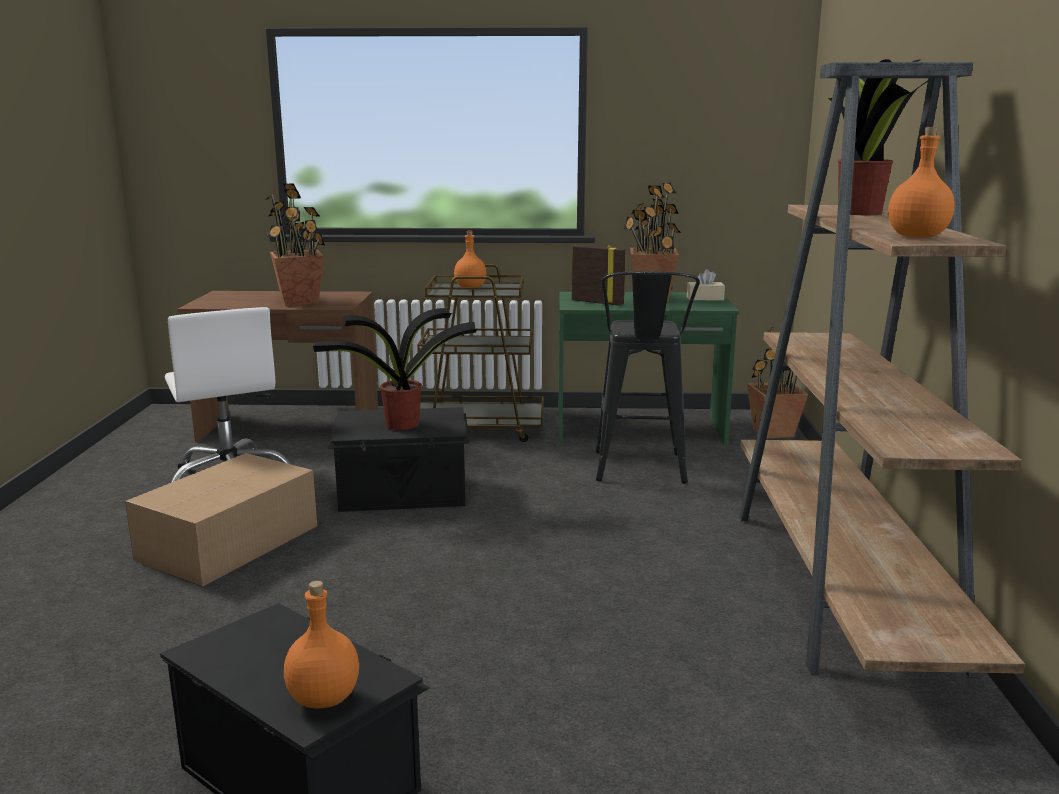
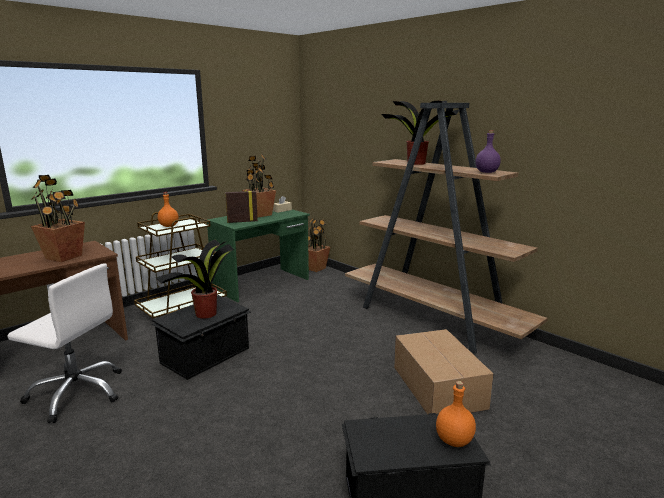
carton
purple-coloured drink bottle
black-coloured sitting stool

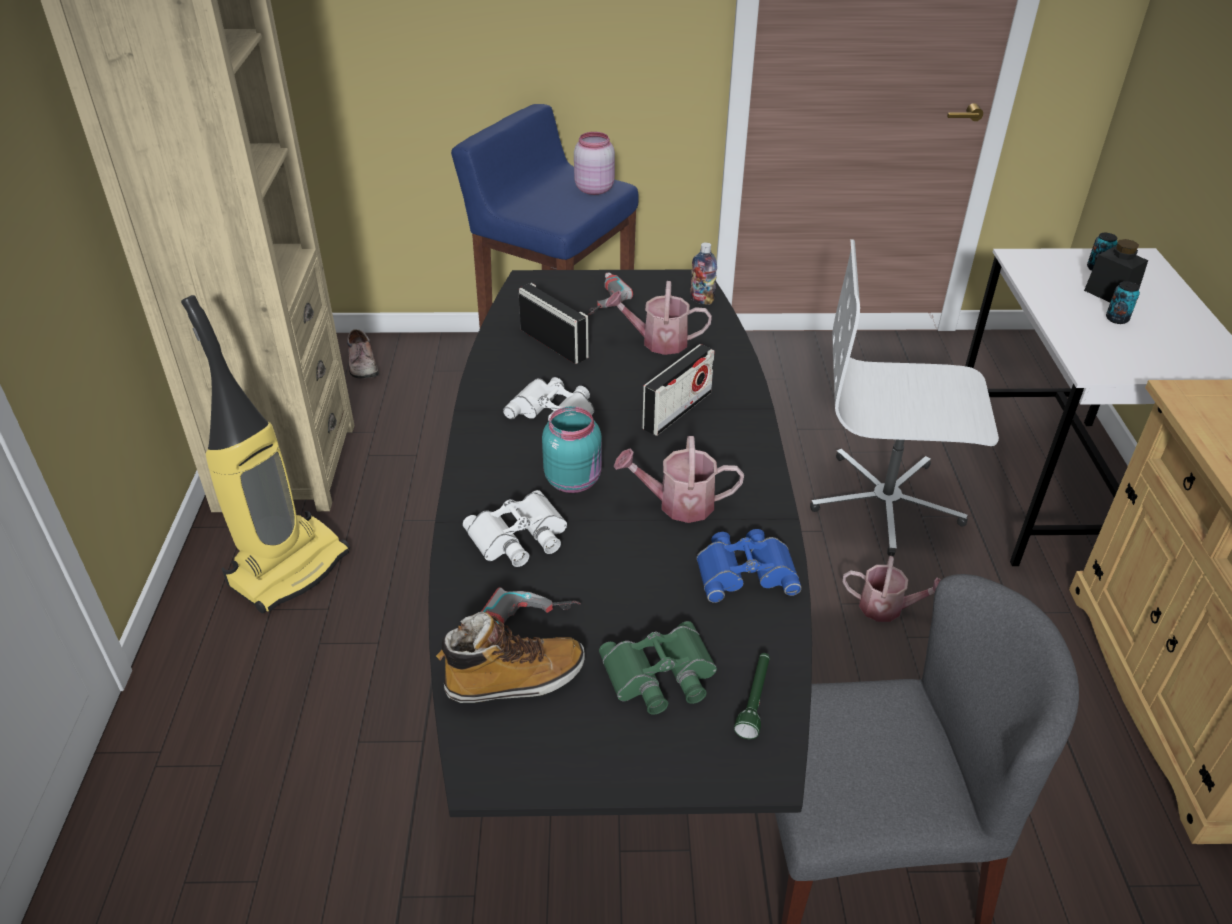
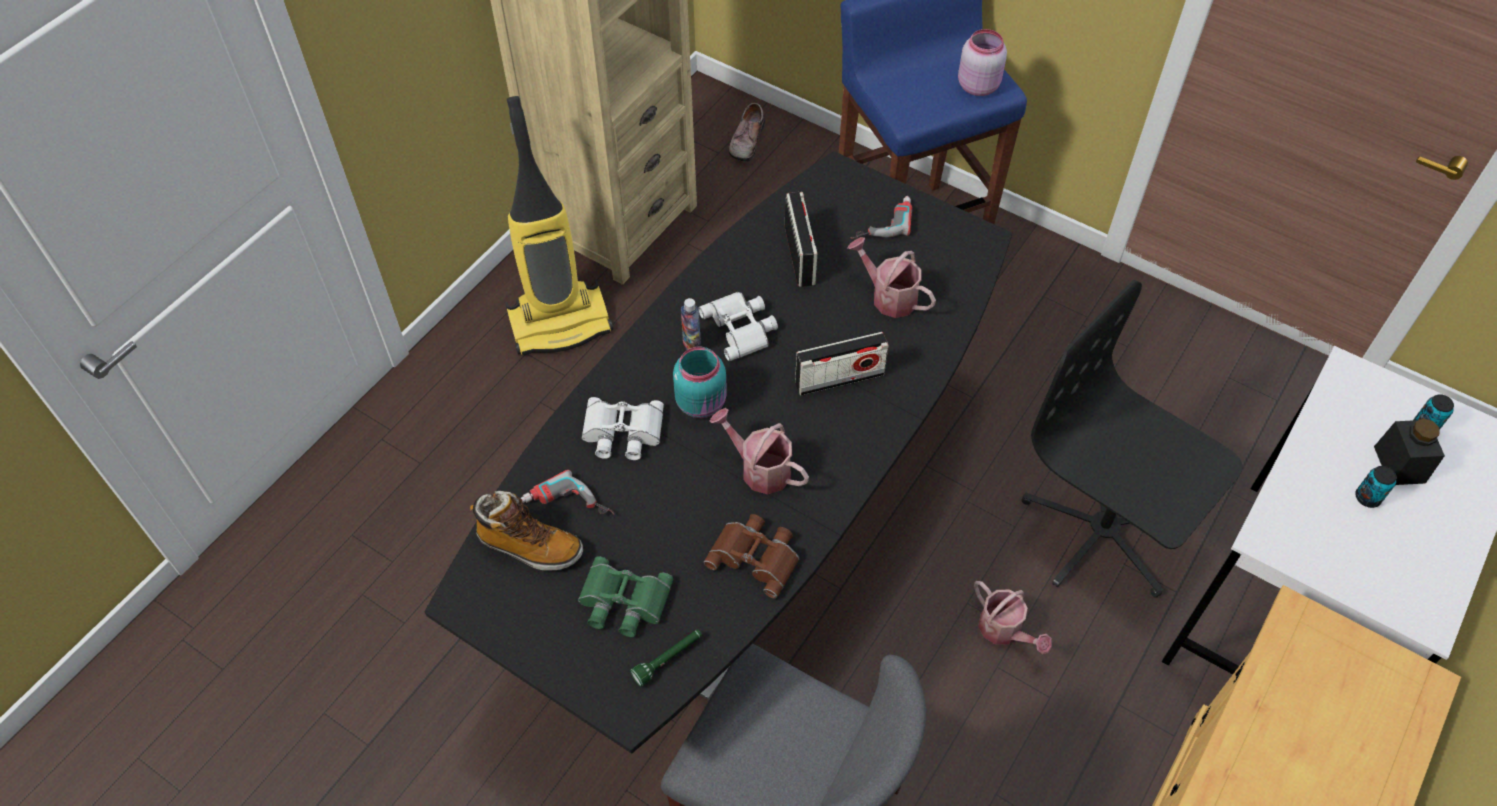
drink bottle
brownish pair of binoculars
black-coloured computer chair

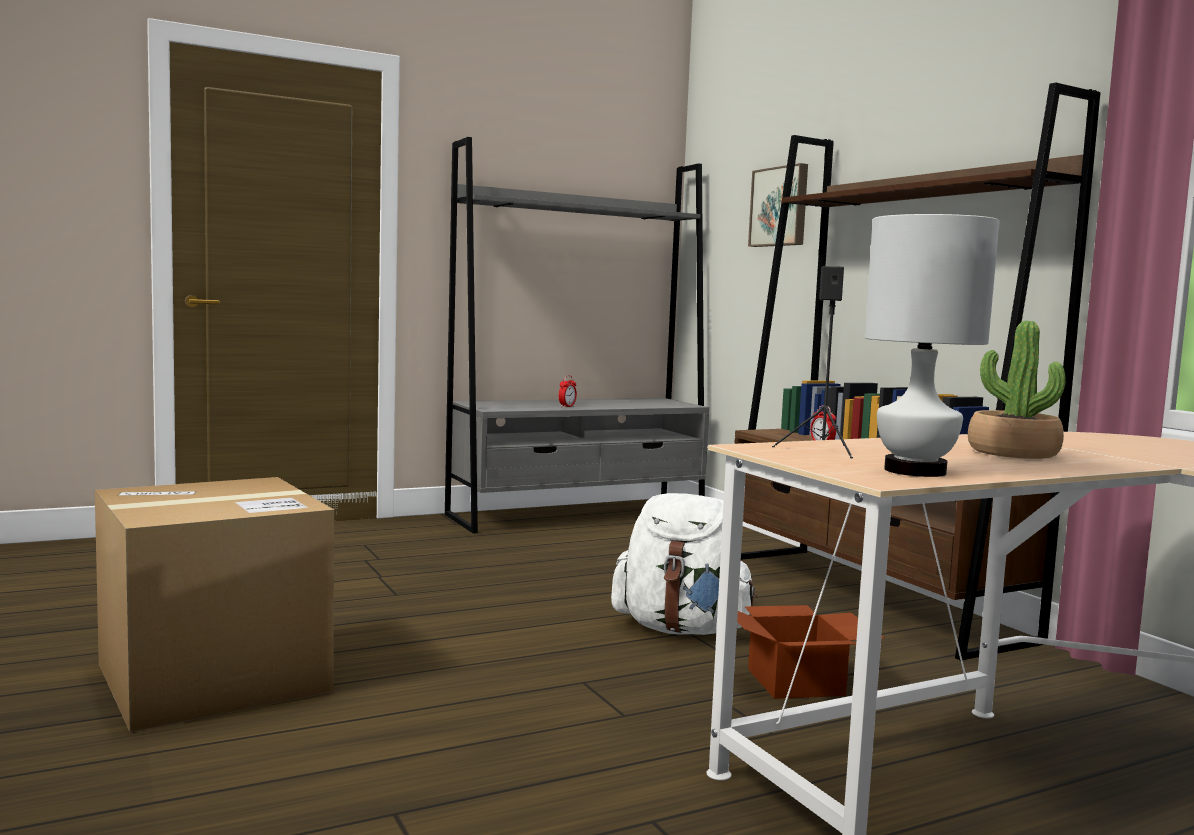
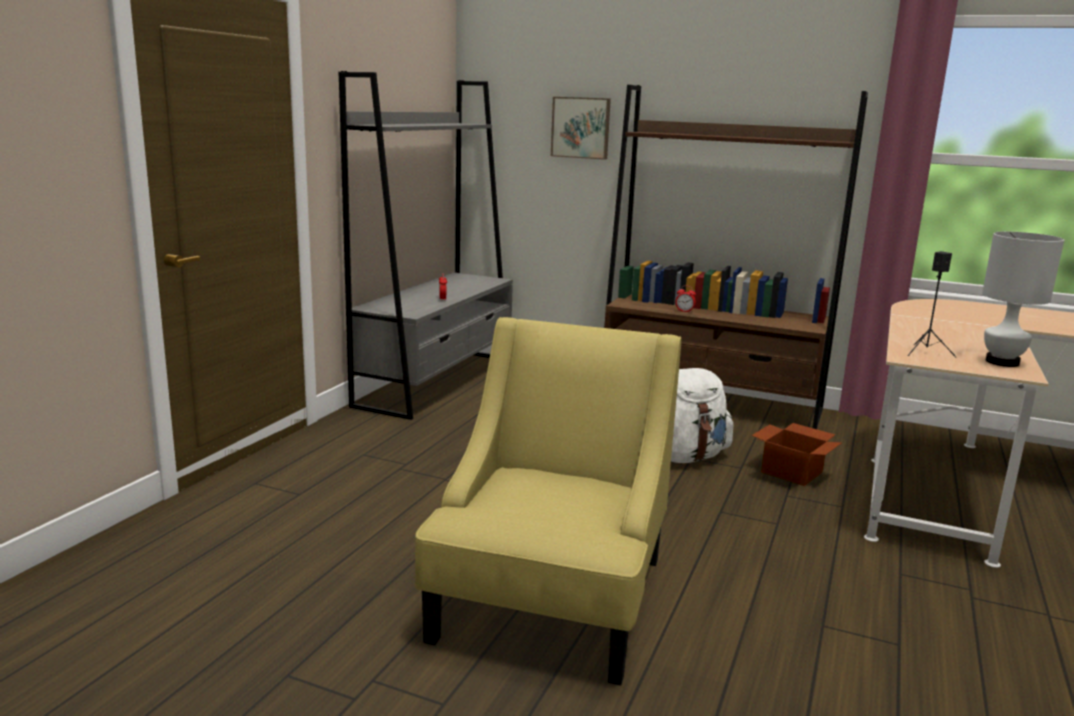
yellowish armchair
plant in a pot

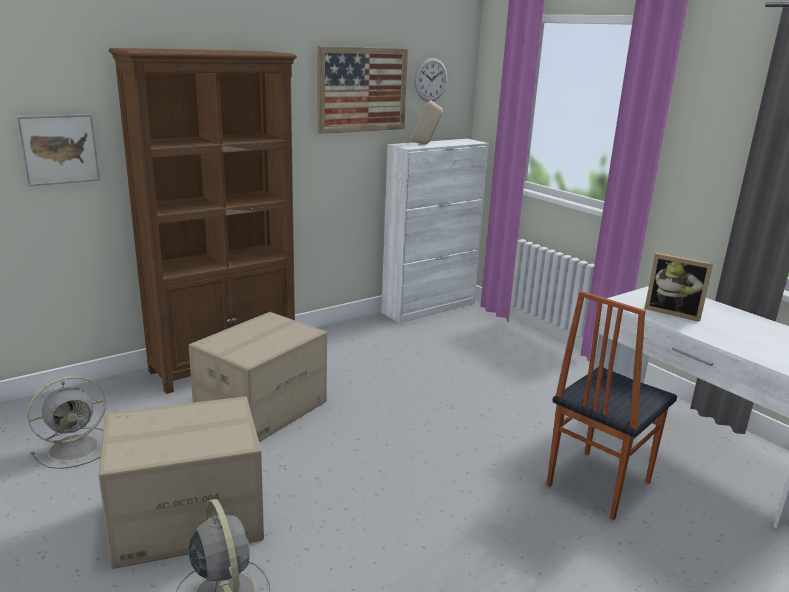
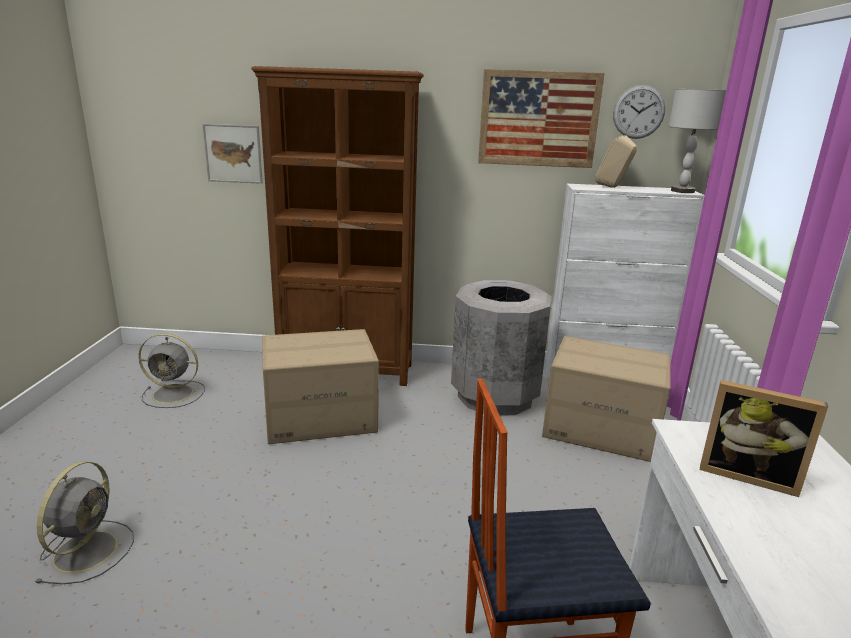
greyish rubbish bin
carton (2nd from left)
greyish lamp for a table
photo frame

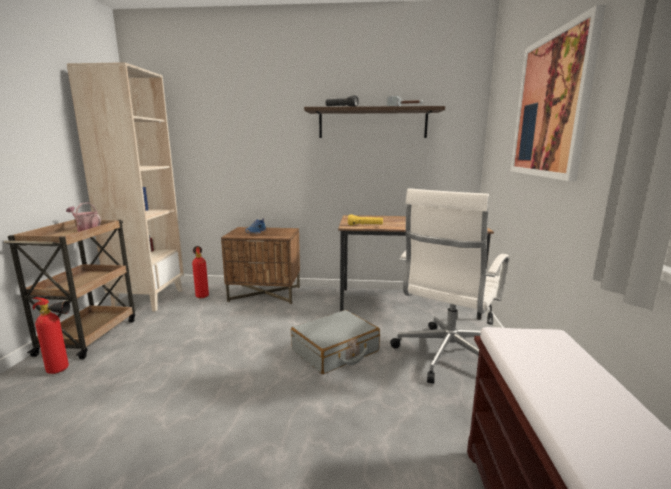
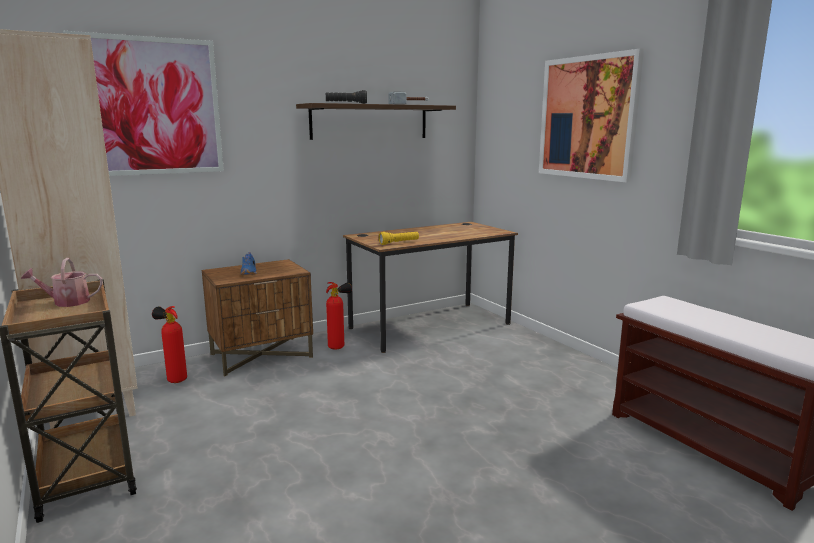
wall art (1st from left)
extinguisher (2nd from left)
greyish suitcase
white-coloured computer chair

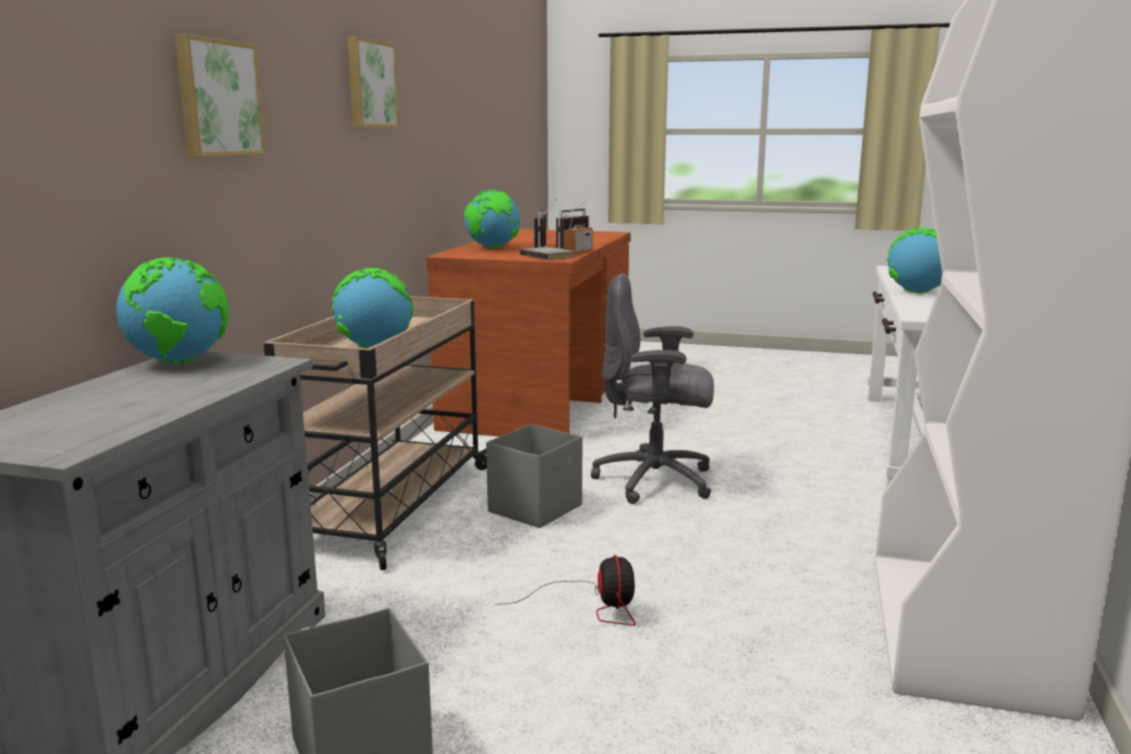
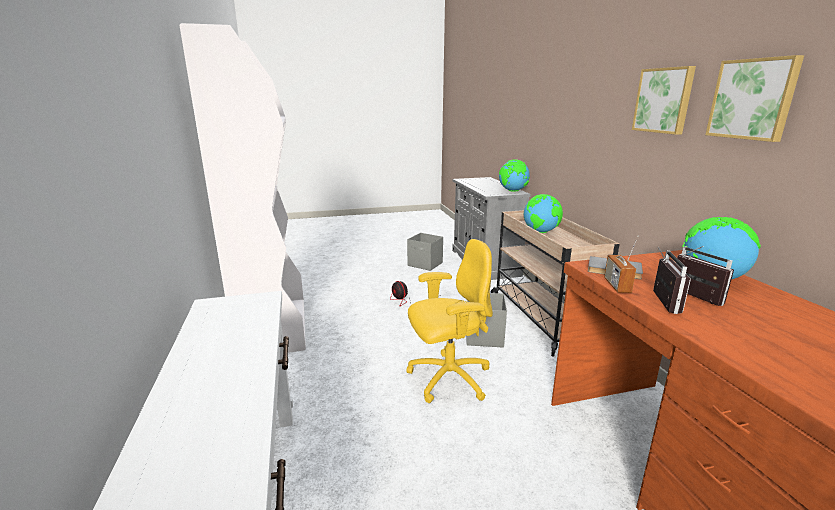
yellowish computer chair
wall art (2nd from left)
desk globe (4th from left in the first image)

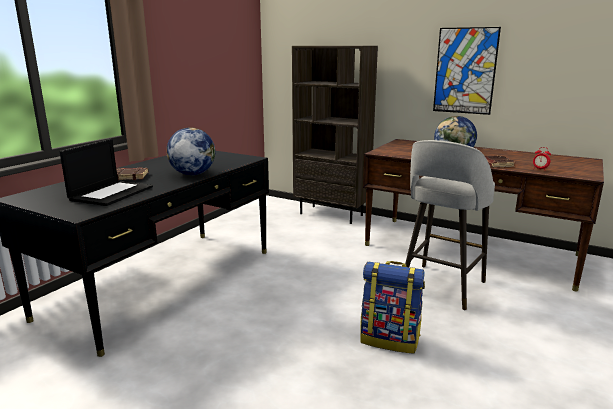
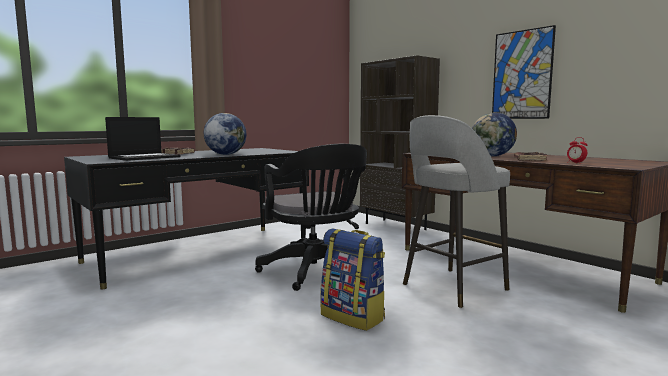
black-coloured computer chair

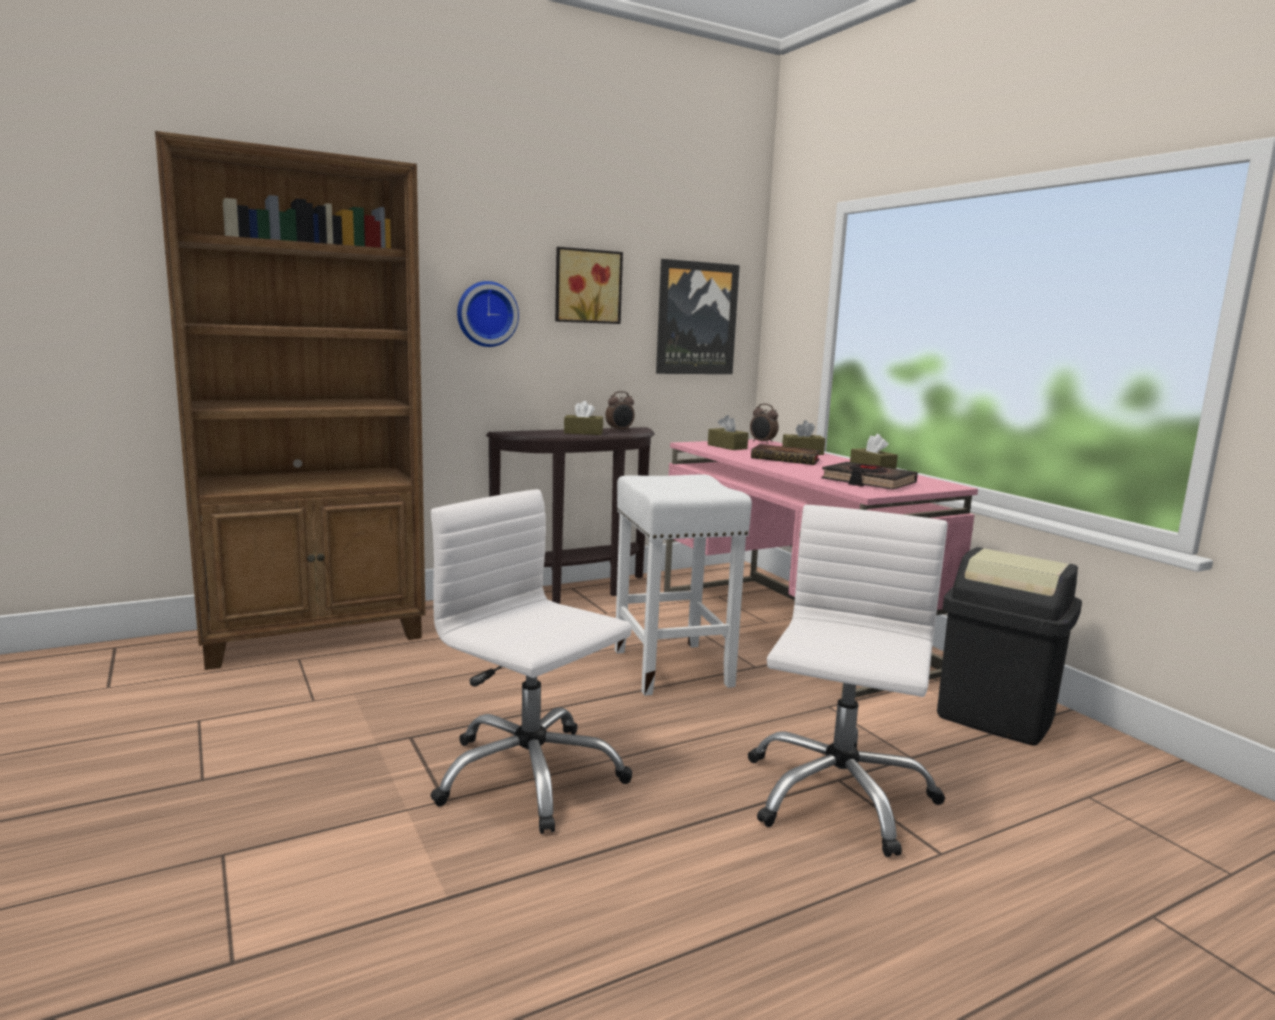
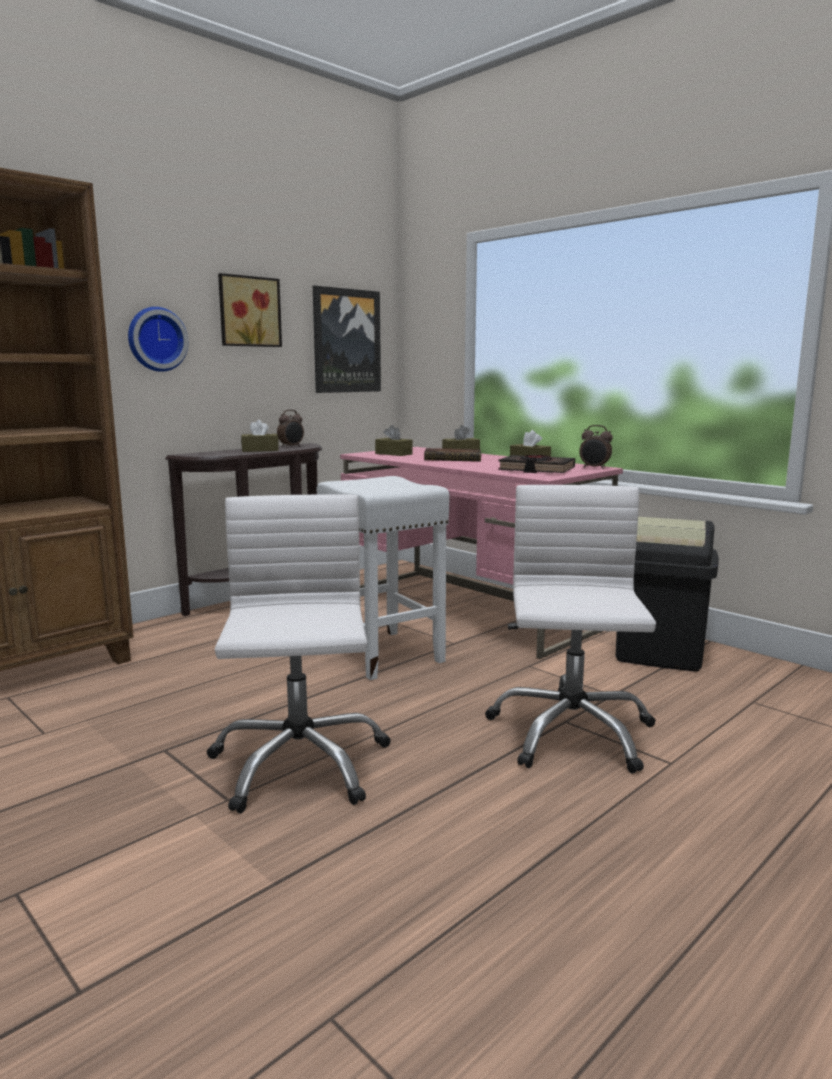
white-coloured computer chair (1st from left)
table clock (2nd from left)

